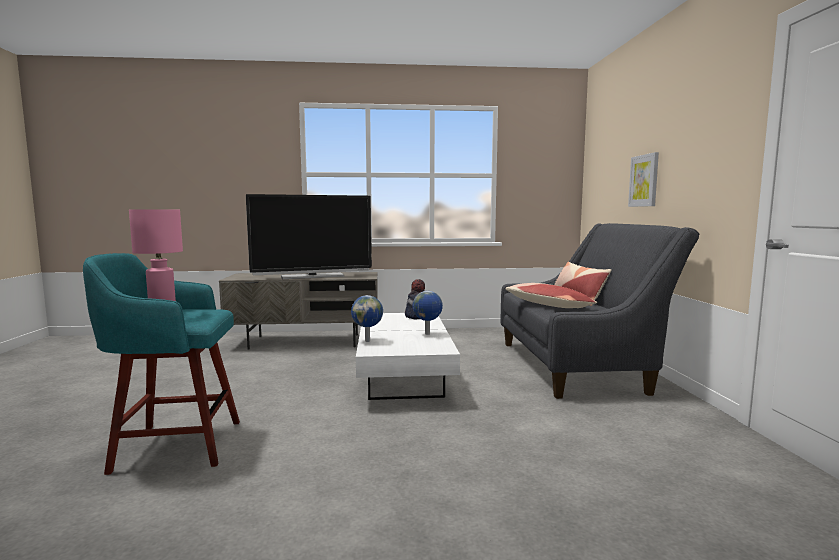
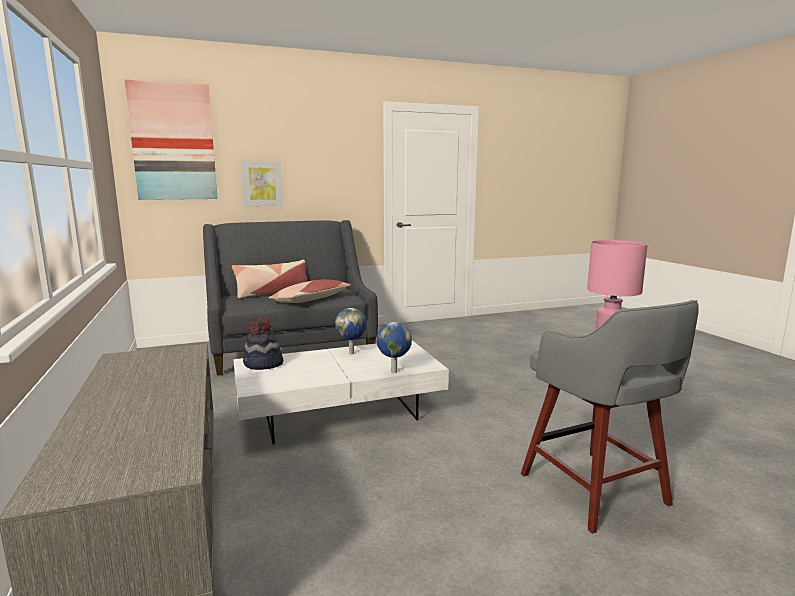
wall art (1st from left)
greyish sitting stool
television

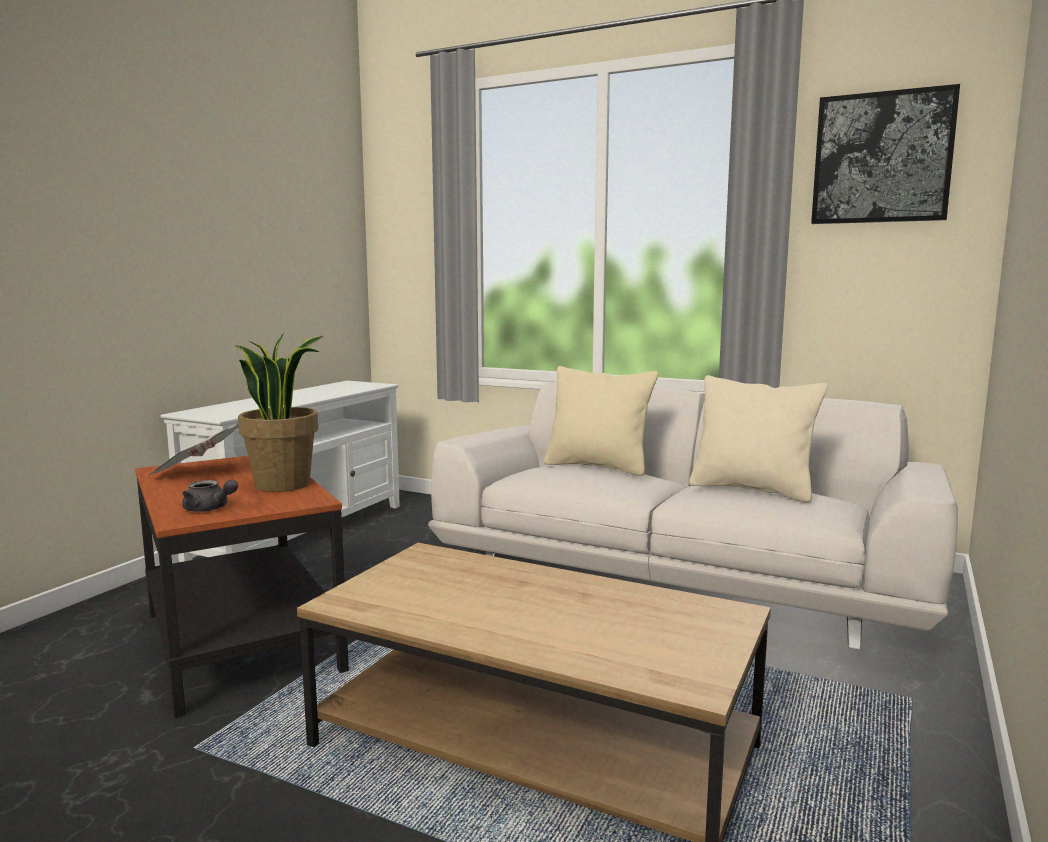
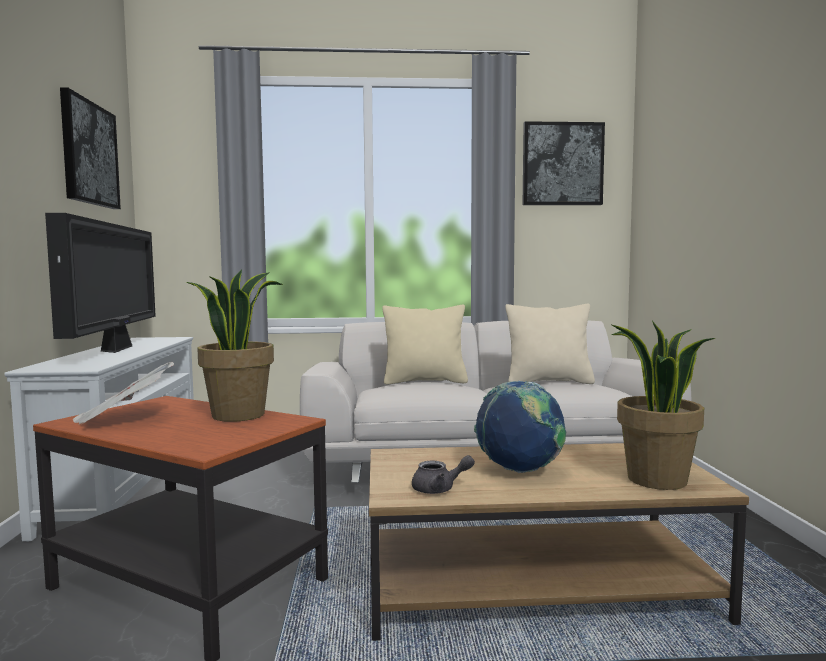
television
wall art (1st from left)
greyish teapot
desk globe
plant in a pot (2nd from left)

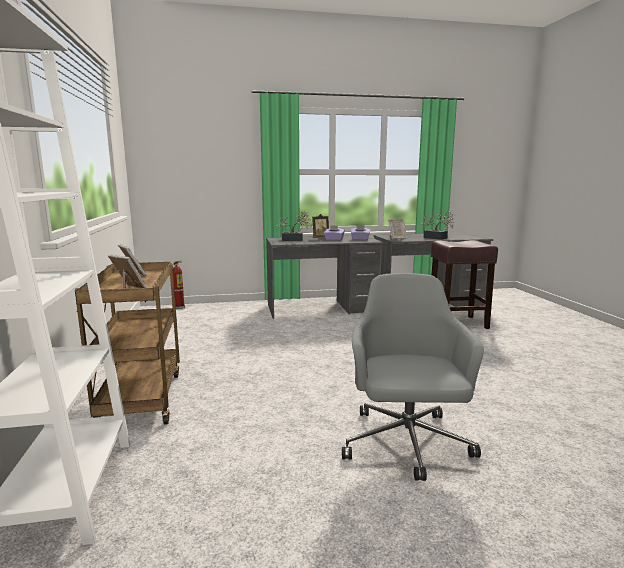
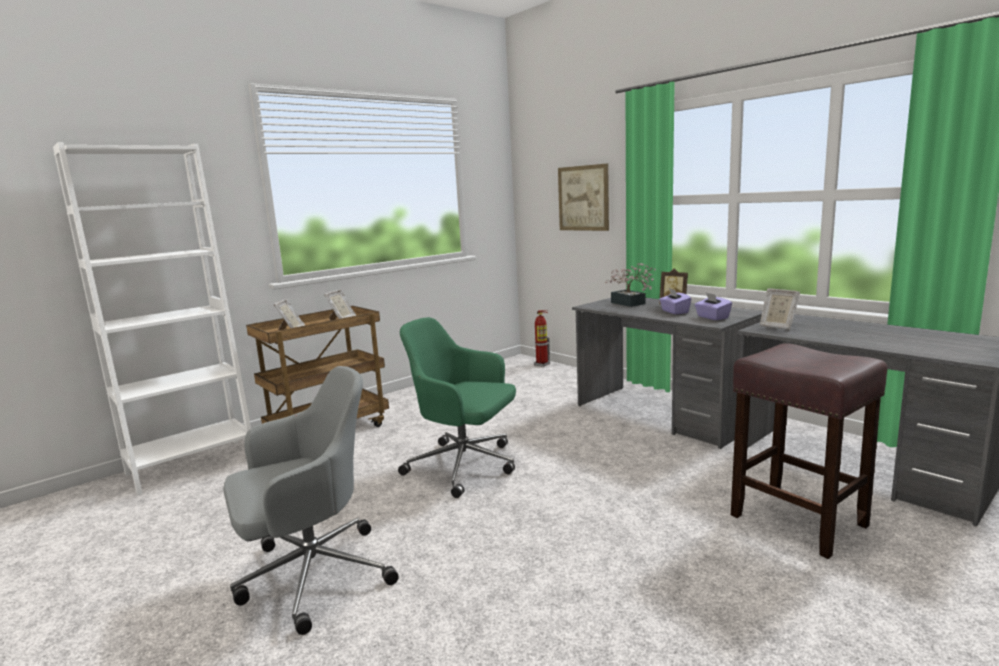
green-coloured computer chair
wall art
plant in a pot (2nd from left in the first image)

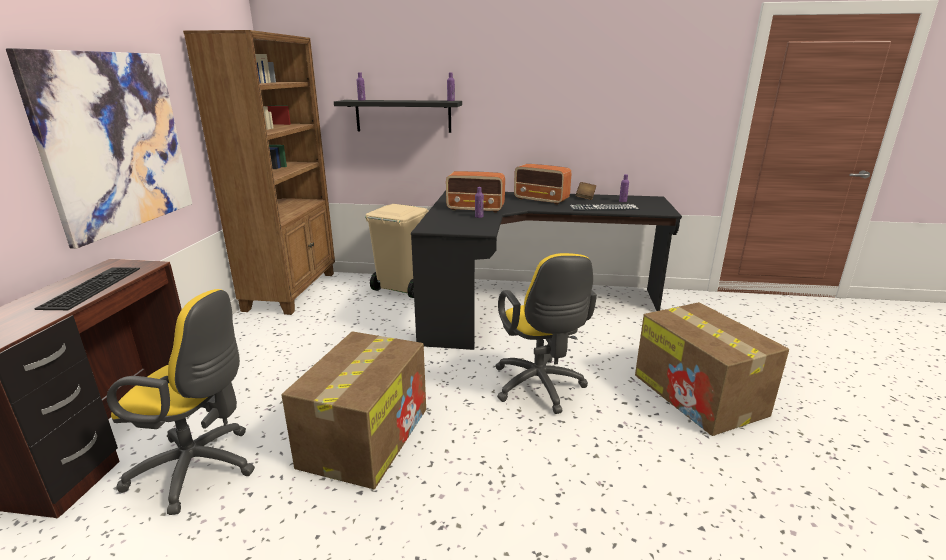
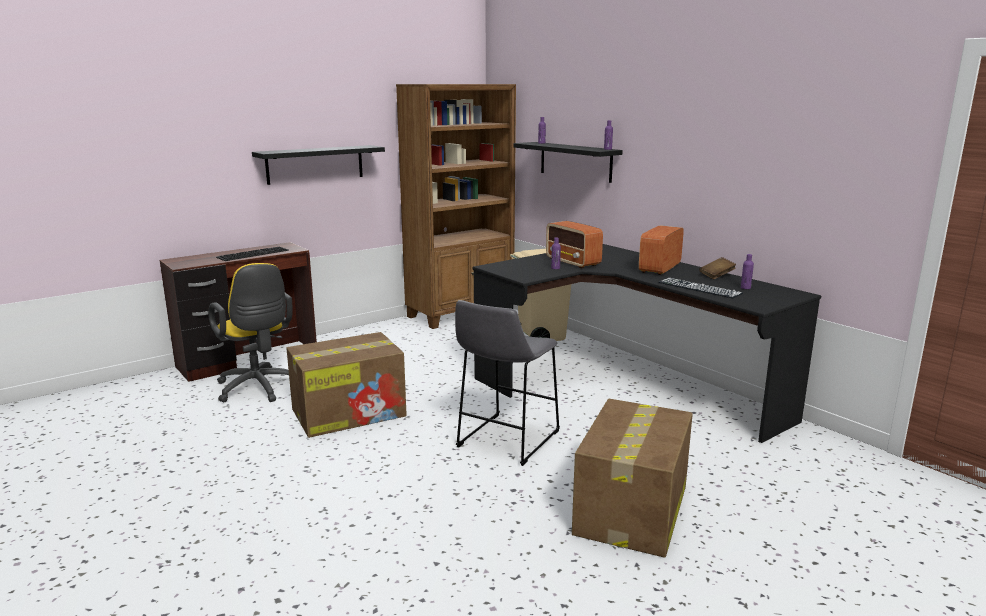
black-coloured wall shelf (1st from left)
greyish sitting stool
radio (2nd from left)

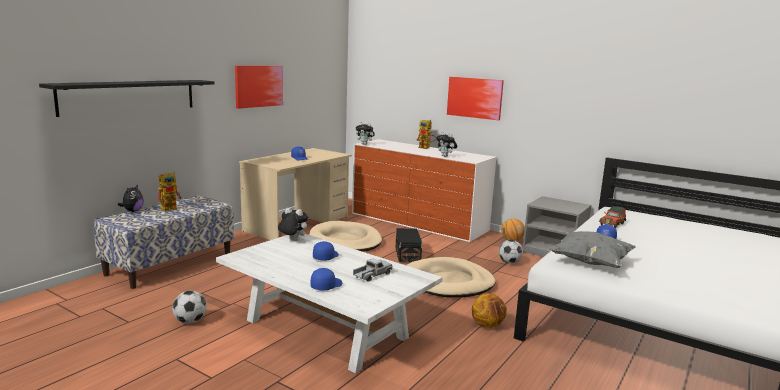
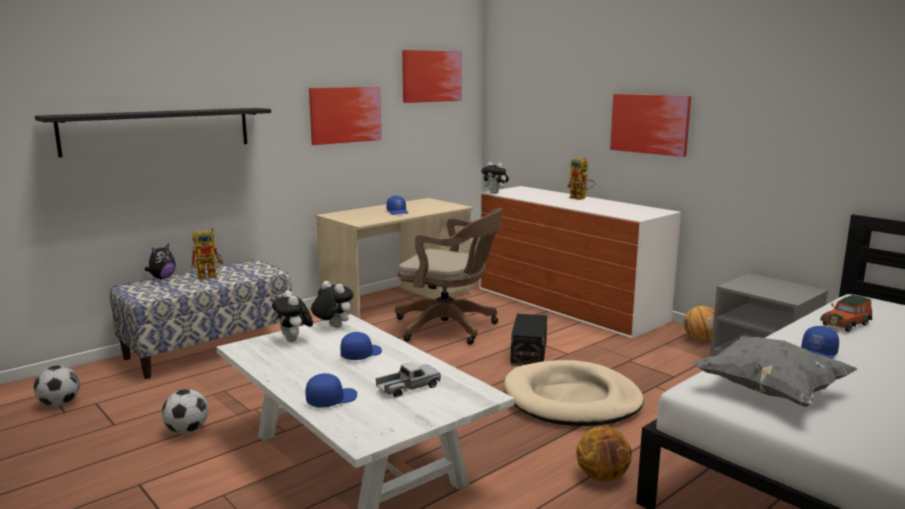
football ball (1st from left)
plush toy (2nd from left)
brownish computer chair
wall art (2nd from left)

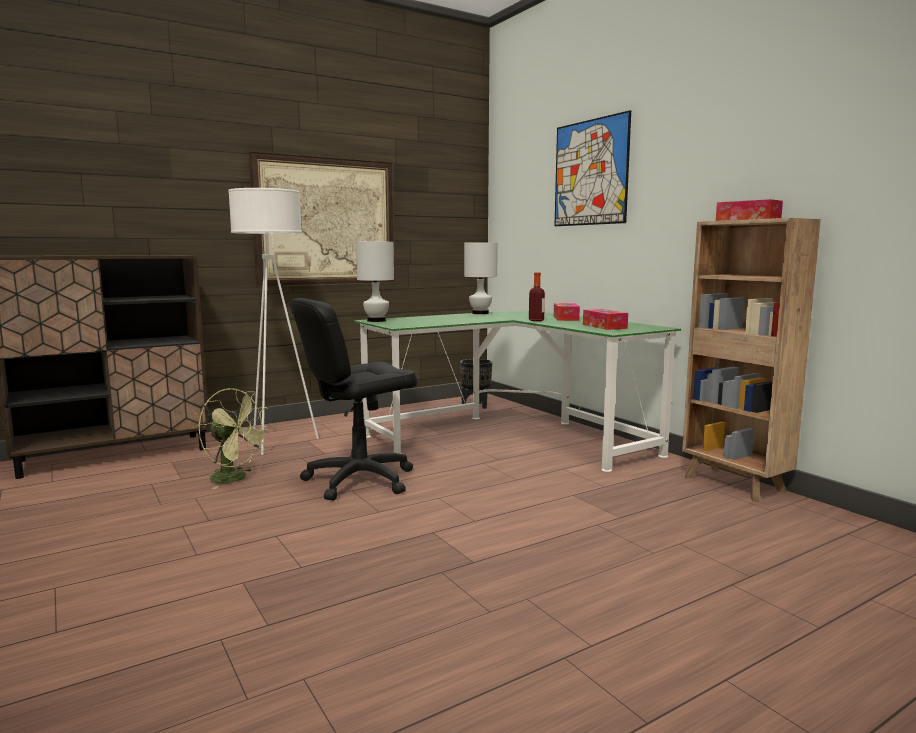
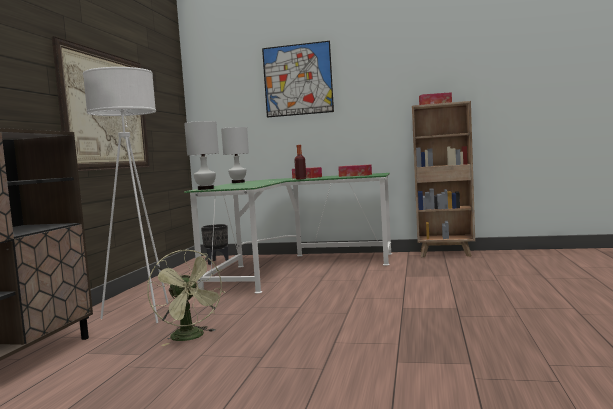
green-coloured cooling fan
black-coloured computer chair

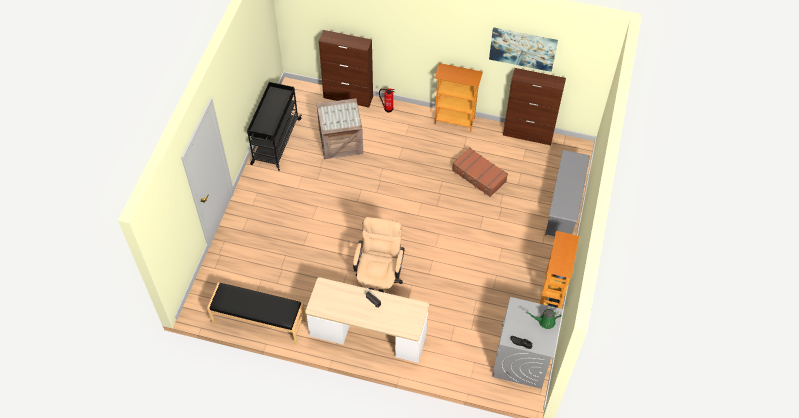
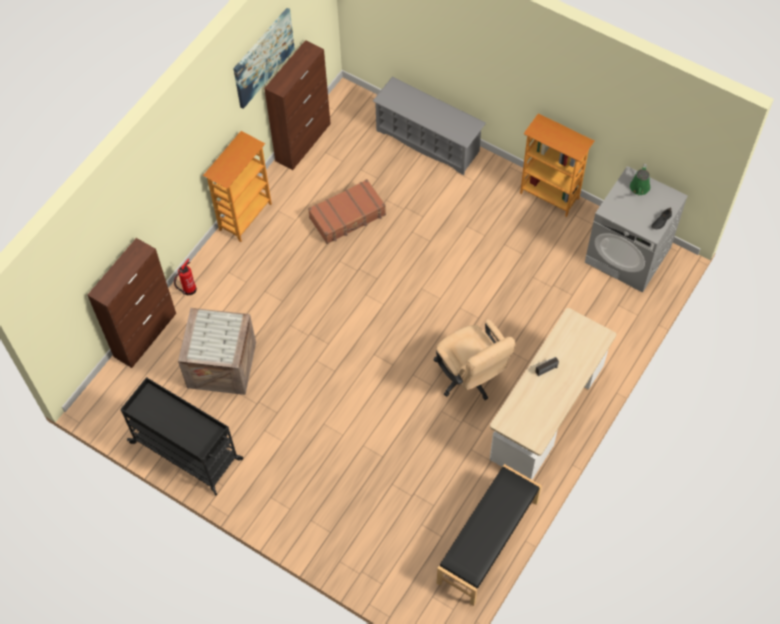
sand-coloured computer chair

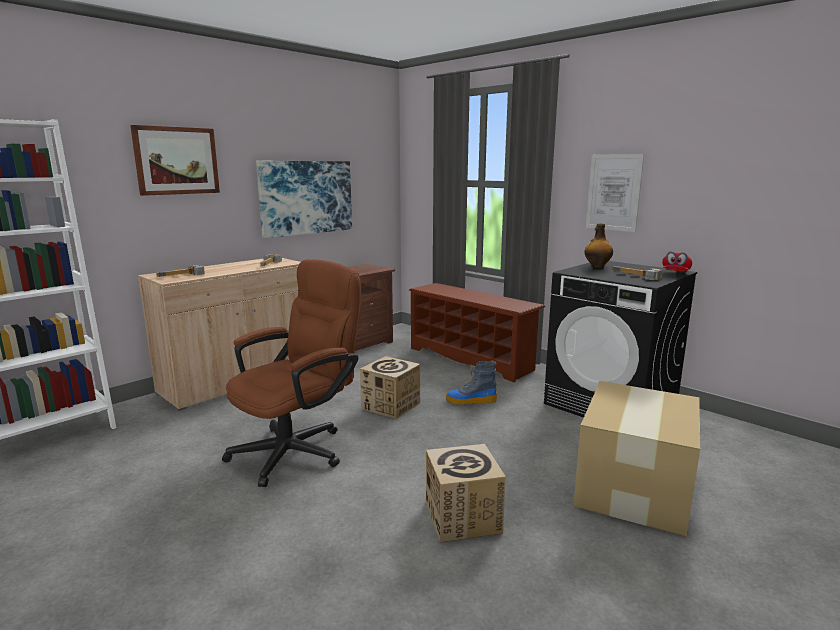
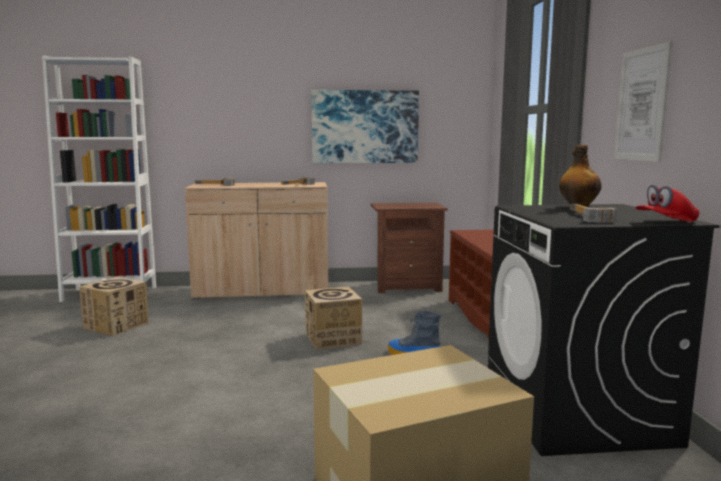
carton (1st from left)
wall art (1st from left in the first image)
brownish computer chair

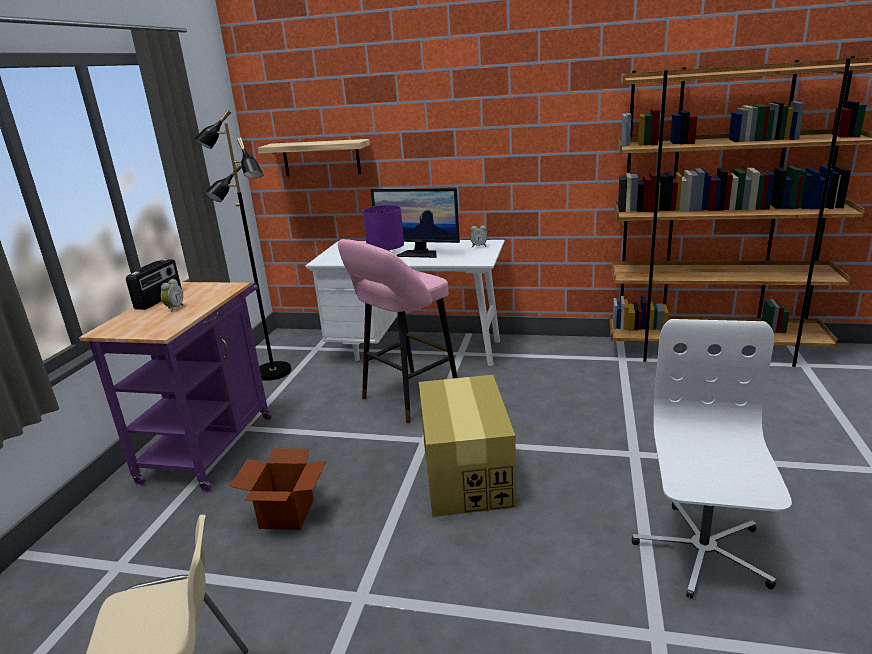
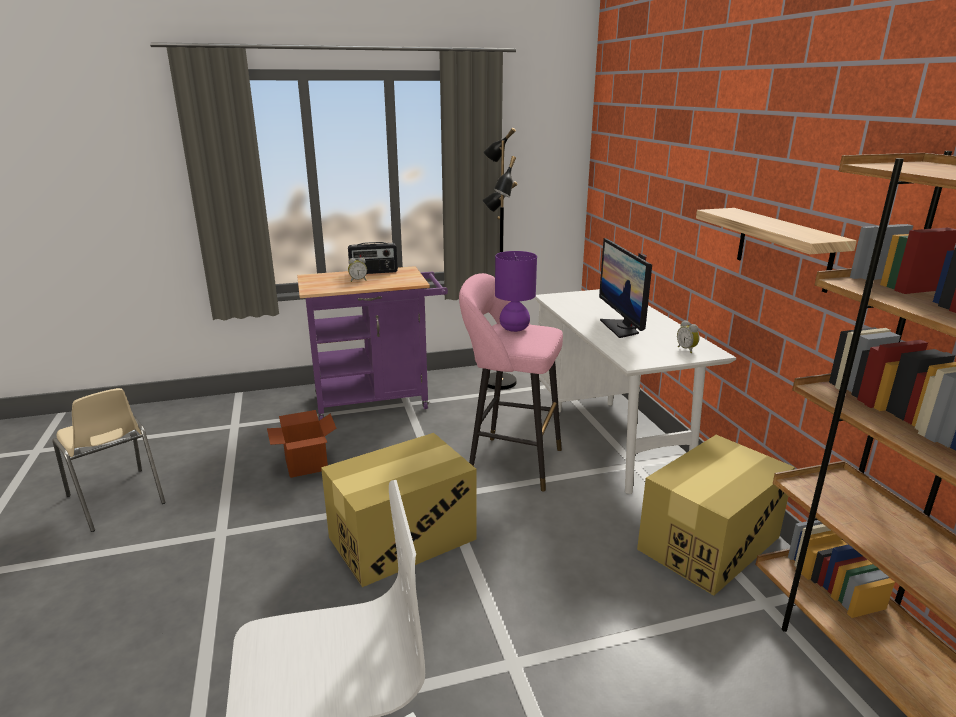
carton (3rd from left)
wall shelf

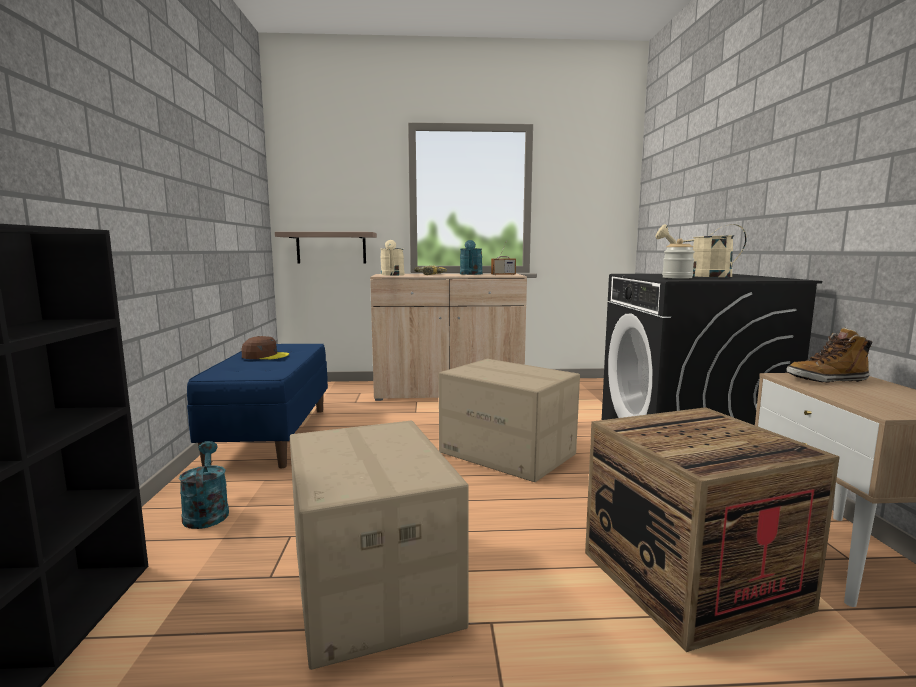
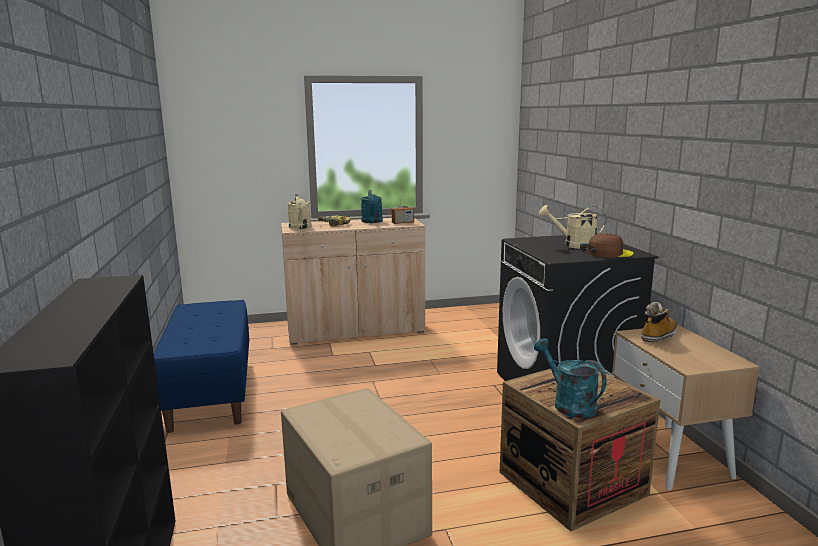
turquoise-coloured sprinkling can (2nd from left)
brownish baseball cap
tall boot
wall shelf
carton (2nd from left in the first image)
jar

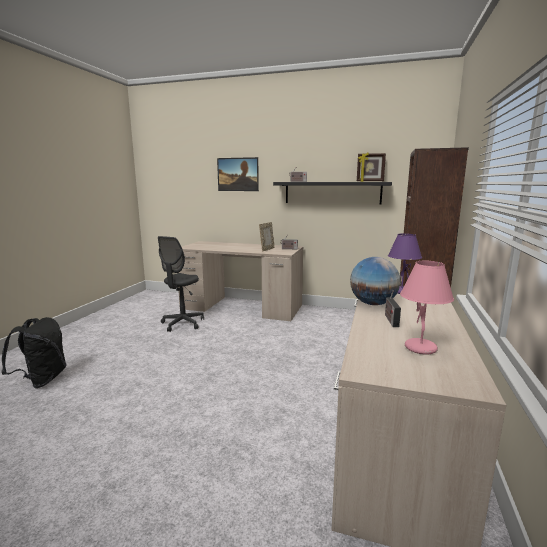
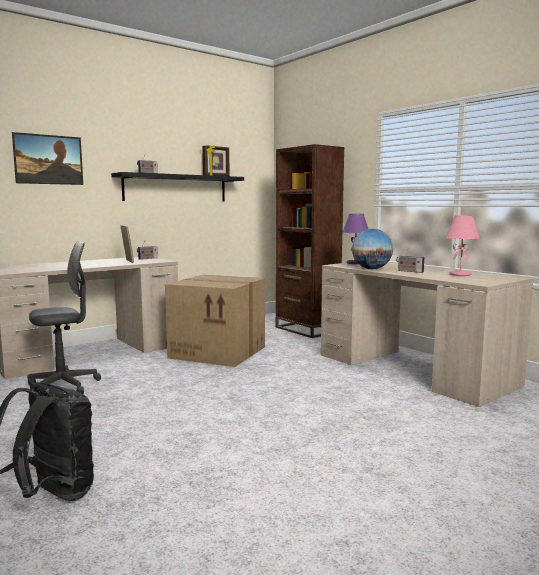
greyish computer chair
carton

